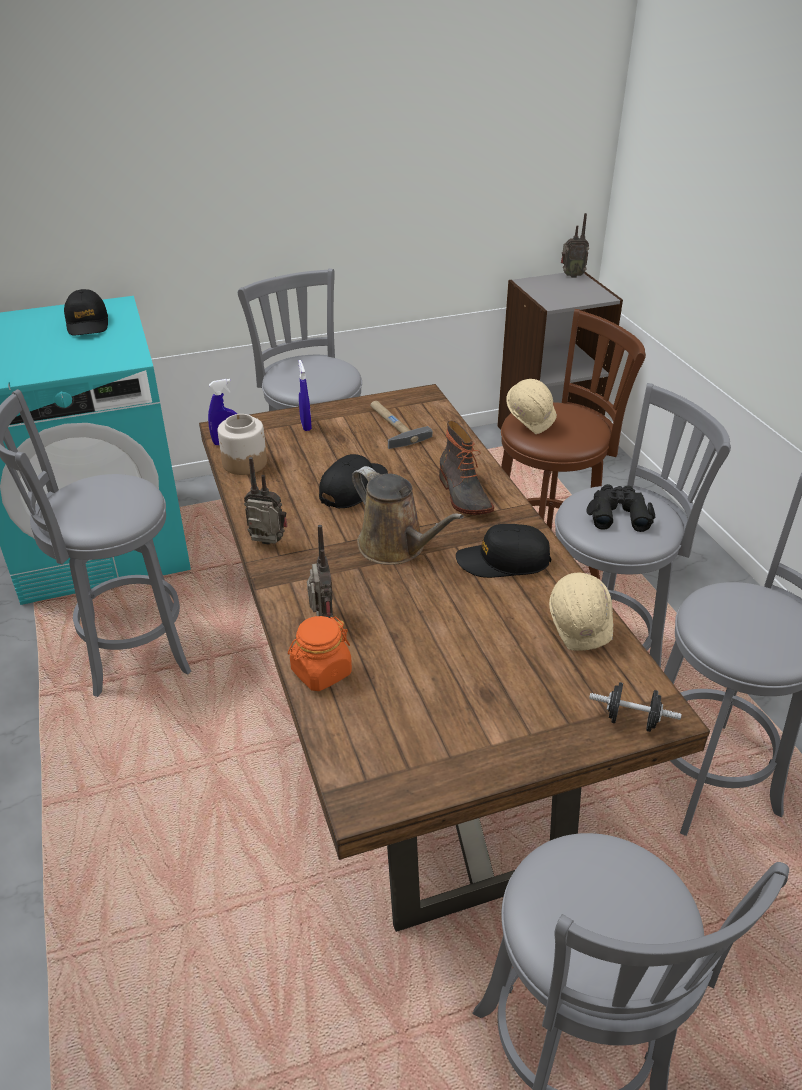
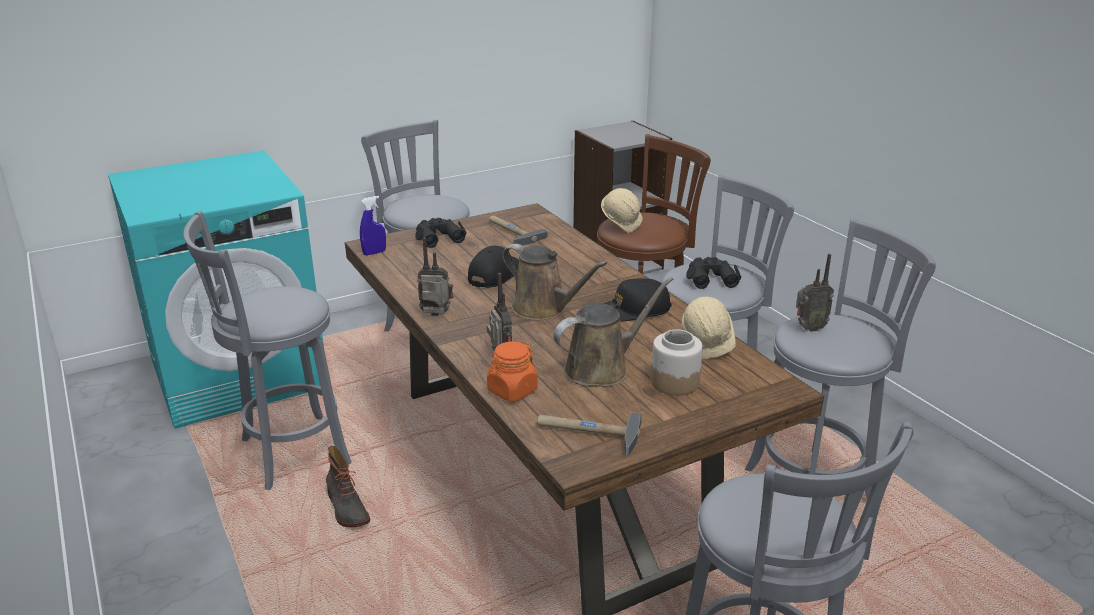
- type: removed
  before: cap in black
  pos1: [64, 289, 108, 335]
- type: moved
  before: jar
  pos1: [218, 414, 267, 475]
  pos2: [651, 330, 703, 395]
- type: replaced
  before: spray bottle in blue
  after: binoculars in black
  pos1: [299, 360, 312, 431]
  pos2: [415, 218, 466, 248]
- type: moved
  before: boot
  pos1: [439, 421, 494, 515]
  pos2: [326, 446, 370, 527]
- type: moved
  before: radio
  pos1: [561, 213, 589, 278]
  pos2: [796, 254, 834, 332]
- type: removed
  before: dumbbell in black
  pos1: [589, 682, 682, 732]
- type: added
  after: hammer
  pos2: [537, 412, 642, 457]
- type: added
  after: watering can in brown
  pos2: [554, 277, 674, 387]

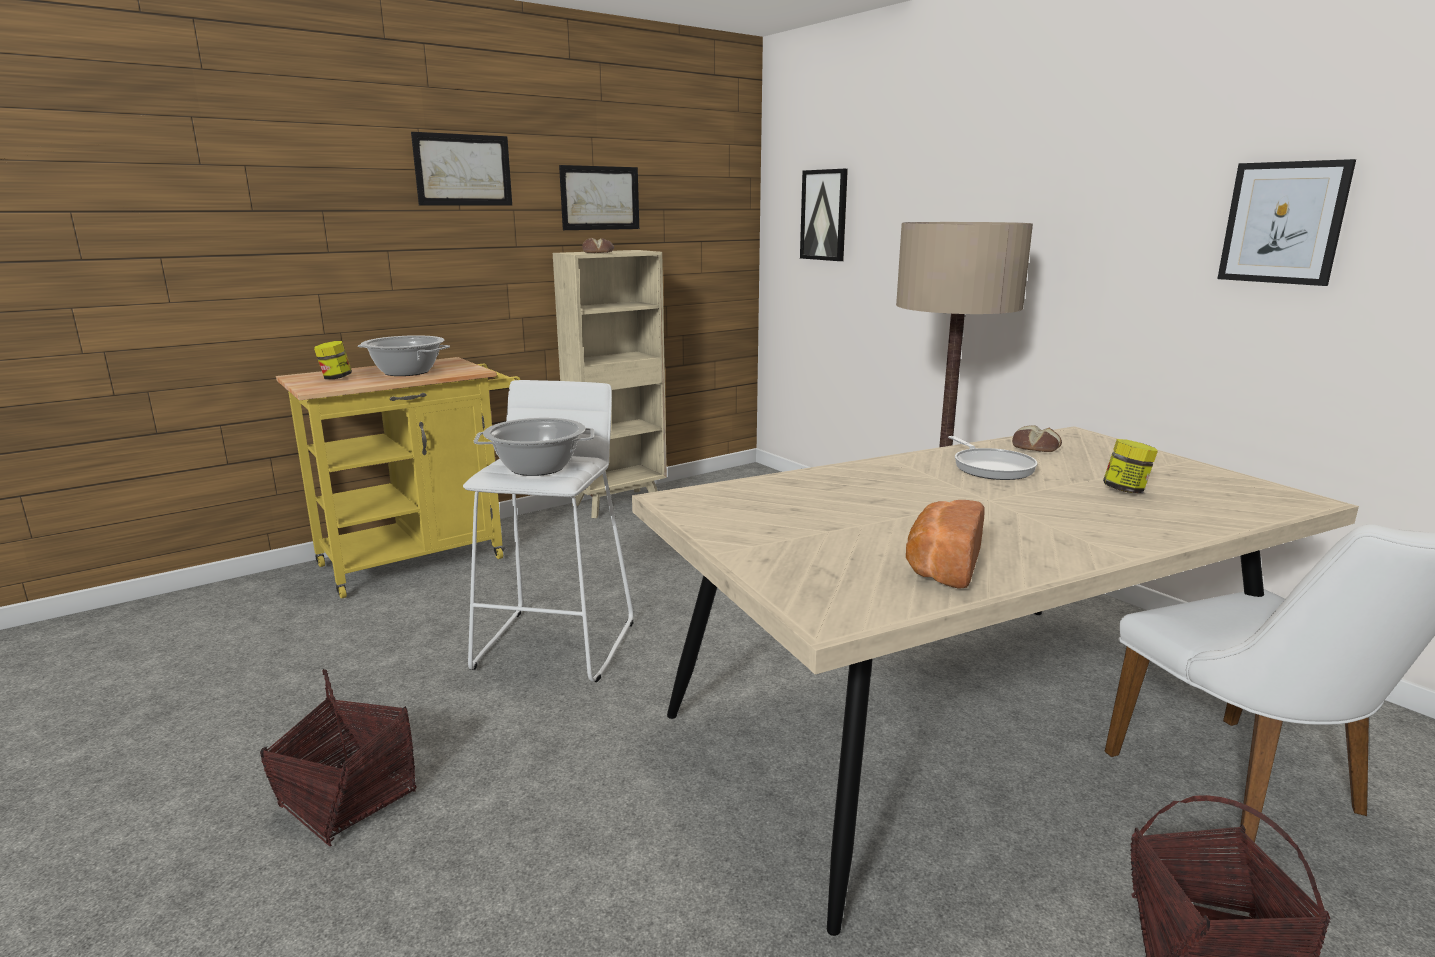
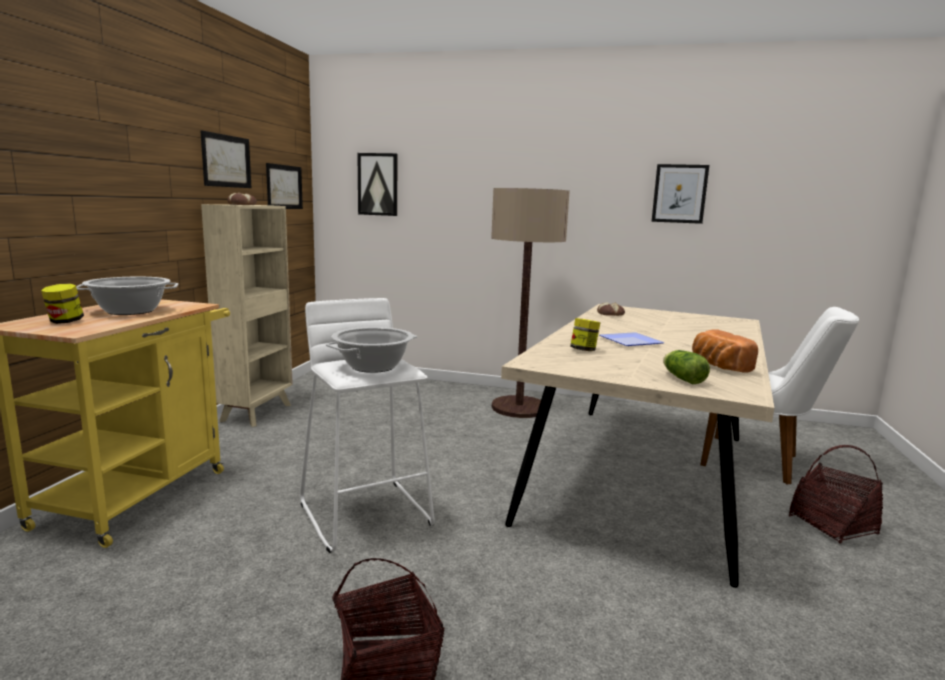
- type: moved
  before: picture
  pos1: [411, 132, 512, 205]
  pos2: [266, 163, 303, 209]
- type: removed
  before: frying pan
  pos1: [948, 436, 1037, 480]
- type: moved
  before: jar
  pos1: [1103, 439, 1158, 493]
  pos2: [570, 318, 601, 351]
- type: added
  after: plate
  pos2: [599, 332, 664, 346]
- type: added
  after: lettuce
  pos2: [663, 350, 710, 384]

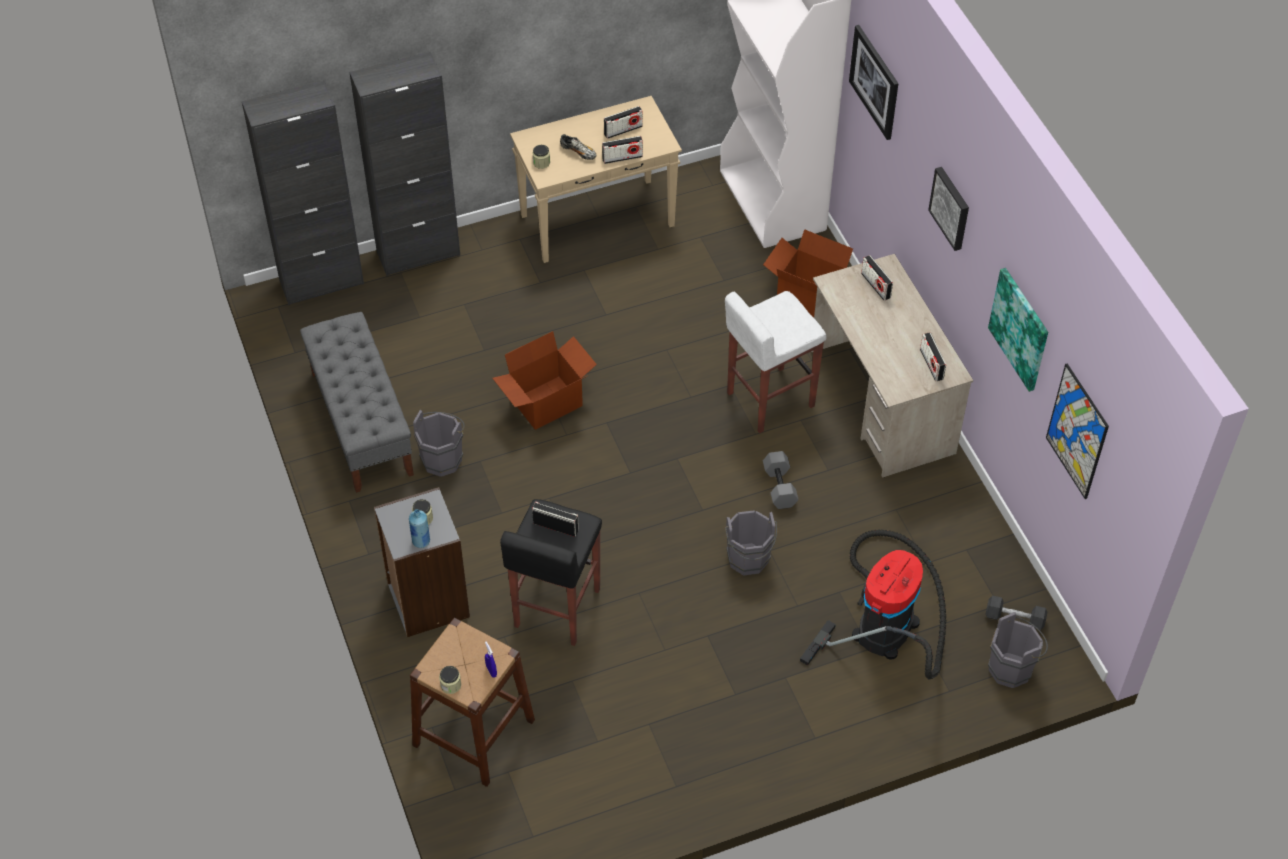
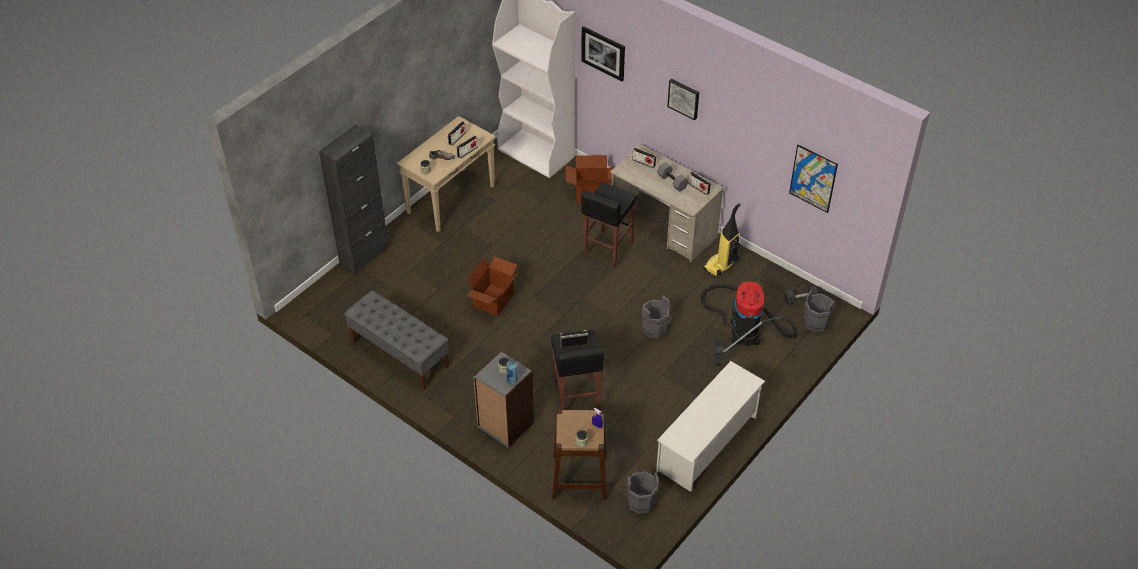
- type: removed
  before: cabinet in black
  pos1: [242, 80, 364, 305]
- type: moved
  before: bucket in grey
  pos1: [413, 410, 465, 477]
  pos2: [625, 471, 659, 514]
- type: recoloured
  before: stool in white
  after: stool in black
  pos1: [725, 291, 827, 433]
  pos2: [581, 183, 637, 268]
- type: moved
  before: dumbbell in grey
  pos1: [763, 451, 799, 509]
  pos2: [657, 162, 689, 192]
- type: removed
  before: picture
  pos1: [988, 268, 1048, 392]
- type: added
  after: shoe rack in white
  pos2: [656, 361, 765, 492]
- type: added
  after: vacuum cleaner
  pos2: [703, 203, 741, 277]

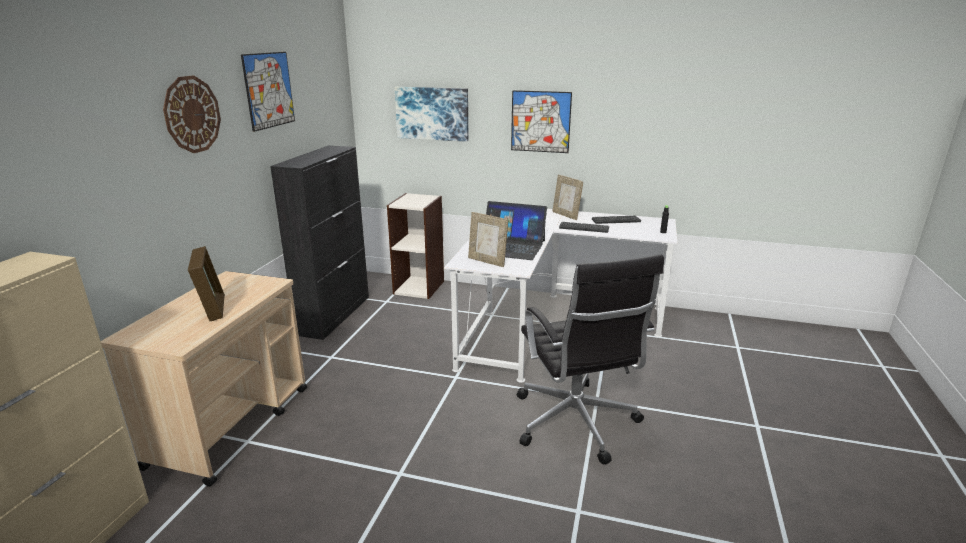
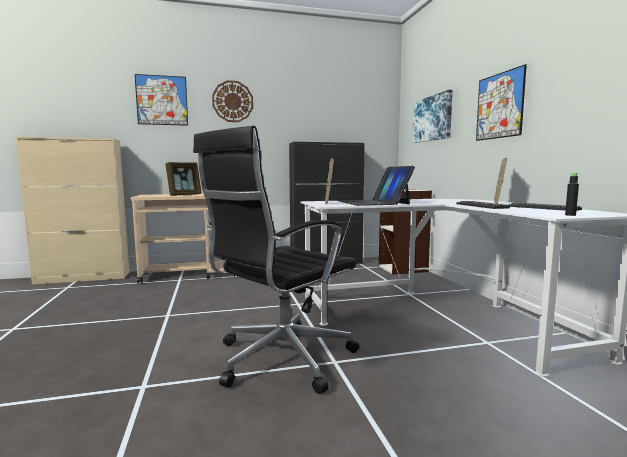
- type: moved
  before: picture
  pos1: [241, 52, 295, 132]
  pos2: [135, 74, 188, 126]

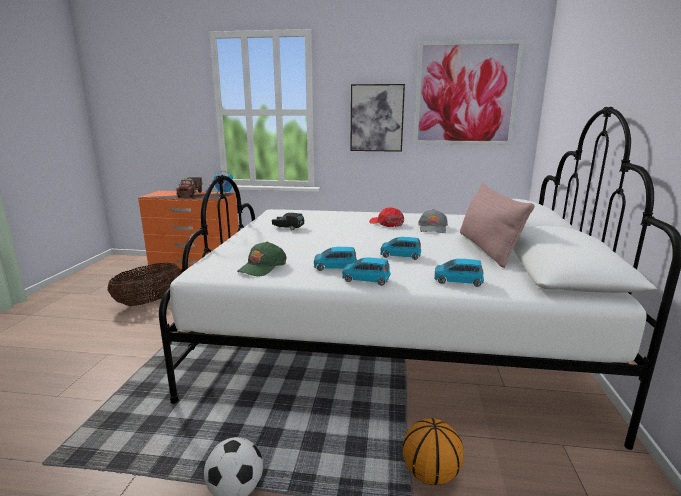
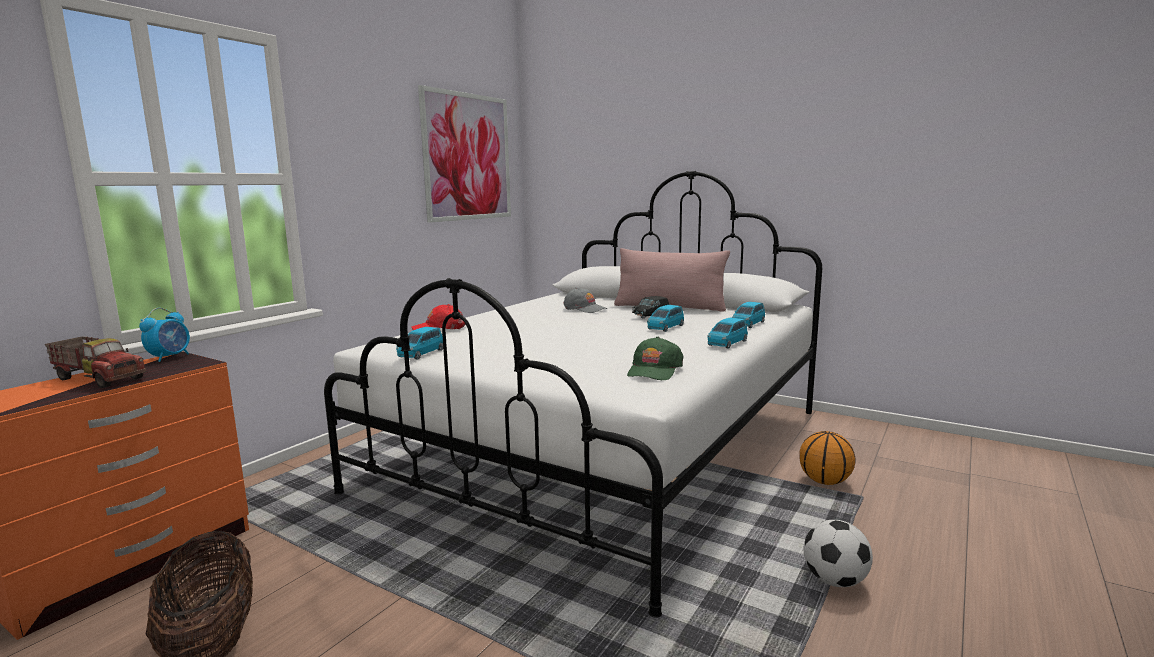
- type: turned
  before: cap in green
  pos1: [237, 242, 287, 277]
  pos2: [627, 337, 683, 380]
  turn: 60
- type: moved
  before: toy car in black
  pos1: [272, 213, 304, 230]
  pos2: [632, 296, 669, 319]
- type: moved
  before: toy car in blue
  pos1: [314, 247, 357, 271]
  pos2: [396, 327, 443, 359]
- type: removed
  before: picture
  pos1: [350, 84, 405, 152]
- type: moved
  before: cap in red
  pos1: [369, 207, 404, 227]
  pos2: [411, 304, 466, 330]

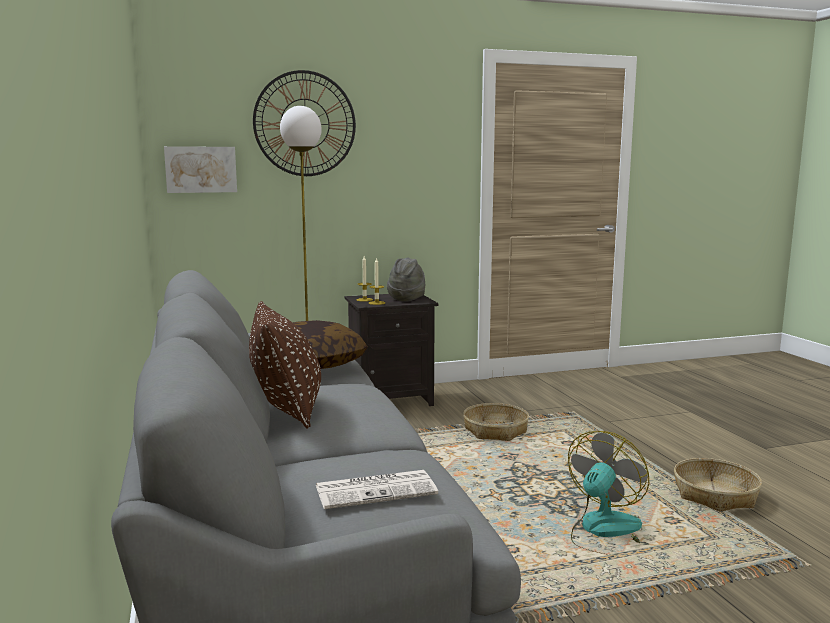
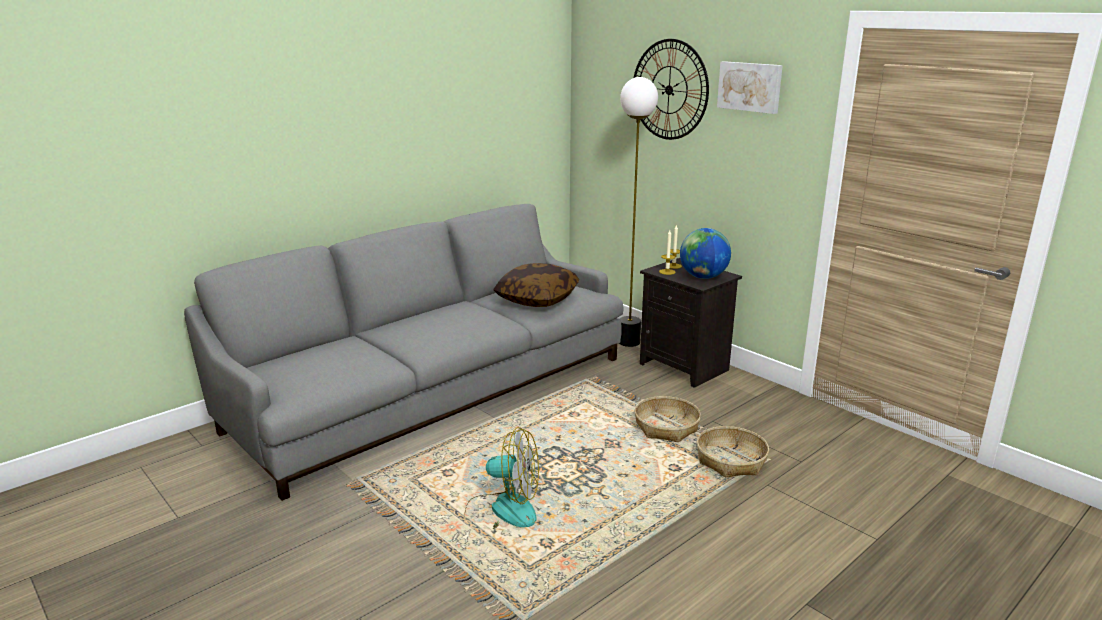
- type: moved
  before: picture
  pos1: [164, 146, 237, 193]
  pos2: [717, 61, 783, 114]
- type: removed
  before: pillow in brown
  pos1: [249, 301, 321, 428]
- type: removed
  before: newspaper
  pos1: [316, 470, 438, 509]
- type: replaced
  before: hat in grey
  after: globe
  pos1: [387, 257, 425, 302]
  pos2: [680, 228, 731, 279]
- type: moved
  before: basket
  pos1: [674, 458, 762, 511]
  pos2: [697, 426, 769, 477]

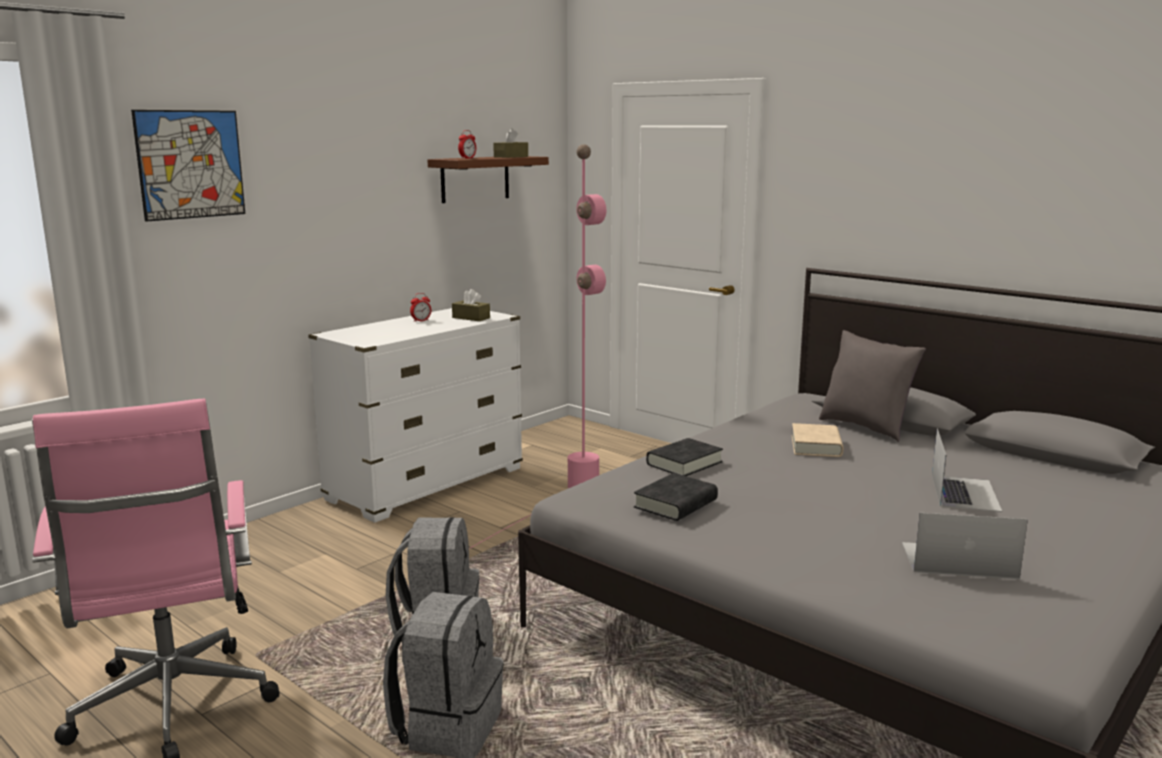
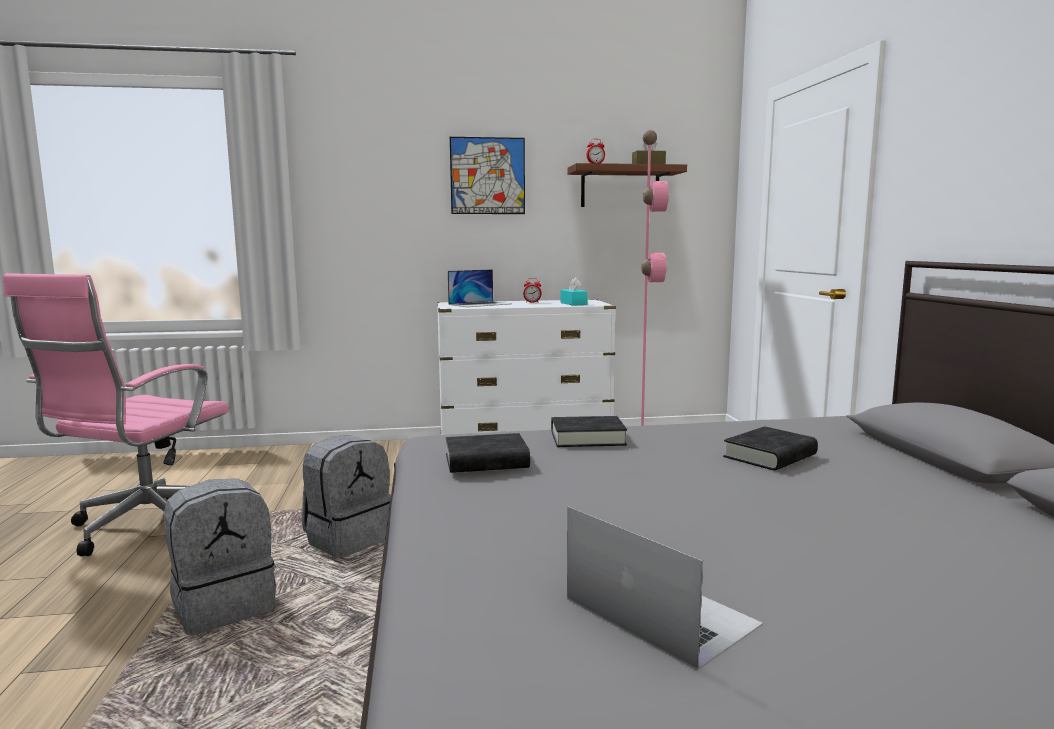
- type: moved
  before: picture
  pos1: [131, 110, 245, 222]
  pos2: [450, 137, 525, 214]
- type: recoloured
  before: tissue box in brown
  after: tissue box in turquoise
  pos1: [452, 289, 490, 321]
  pos2: [561, 277, 588, 306]
- type: recoloured
  before: book in beige
  after: book in black
  pos1: [792, 423, 843, 457]
  pos2: [723, 426, 818, 471]
- type: removed
  before: pillow in grey
  pos1: [819, 330, 926, 442]
- type: moved
  before: laptop
  pos1: [932, 428, 1002, 512]
  pos2: [448, 269, 511, 307]

